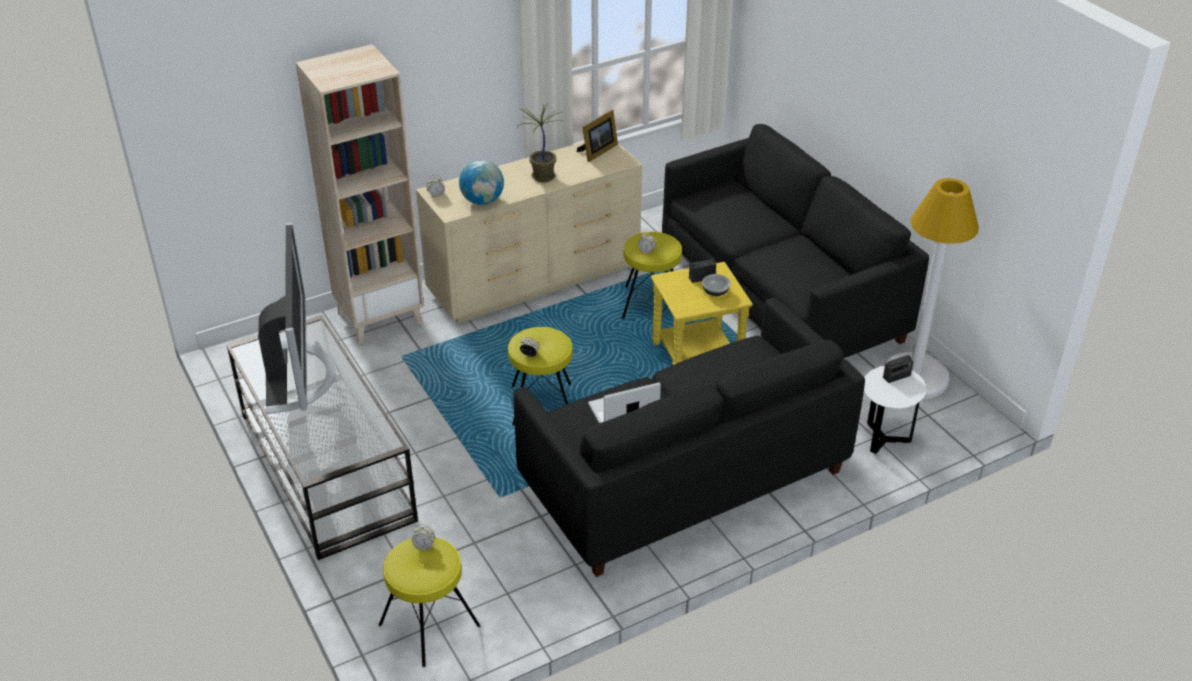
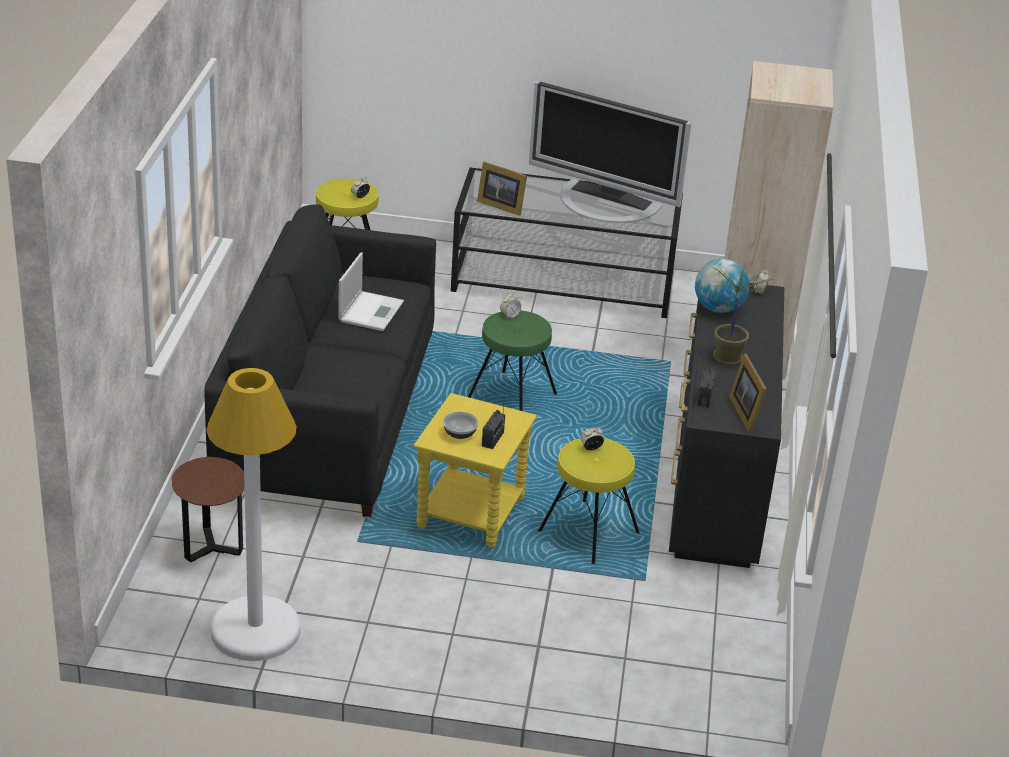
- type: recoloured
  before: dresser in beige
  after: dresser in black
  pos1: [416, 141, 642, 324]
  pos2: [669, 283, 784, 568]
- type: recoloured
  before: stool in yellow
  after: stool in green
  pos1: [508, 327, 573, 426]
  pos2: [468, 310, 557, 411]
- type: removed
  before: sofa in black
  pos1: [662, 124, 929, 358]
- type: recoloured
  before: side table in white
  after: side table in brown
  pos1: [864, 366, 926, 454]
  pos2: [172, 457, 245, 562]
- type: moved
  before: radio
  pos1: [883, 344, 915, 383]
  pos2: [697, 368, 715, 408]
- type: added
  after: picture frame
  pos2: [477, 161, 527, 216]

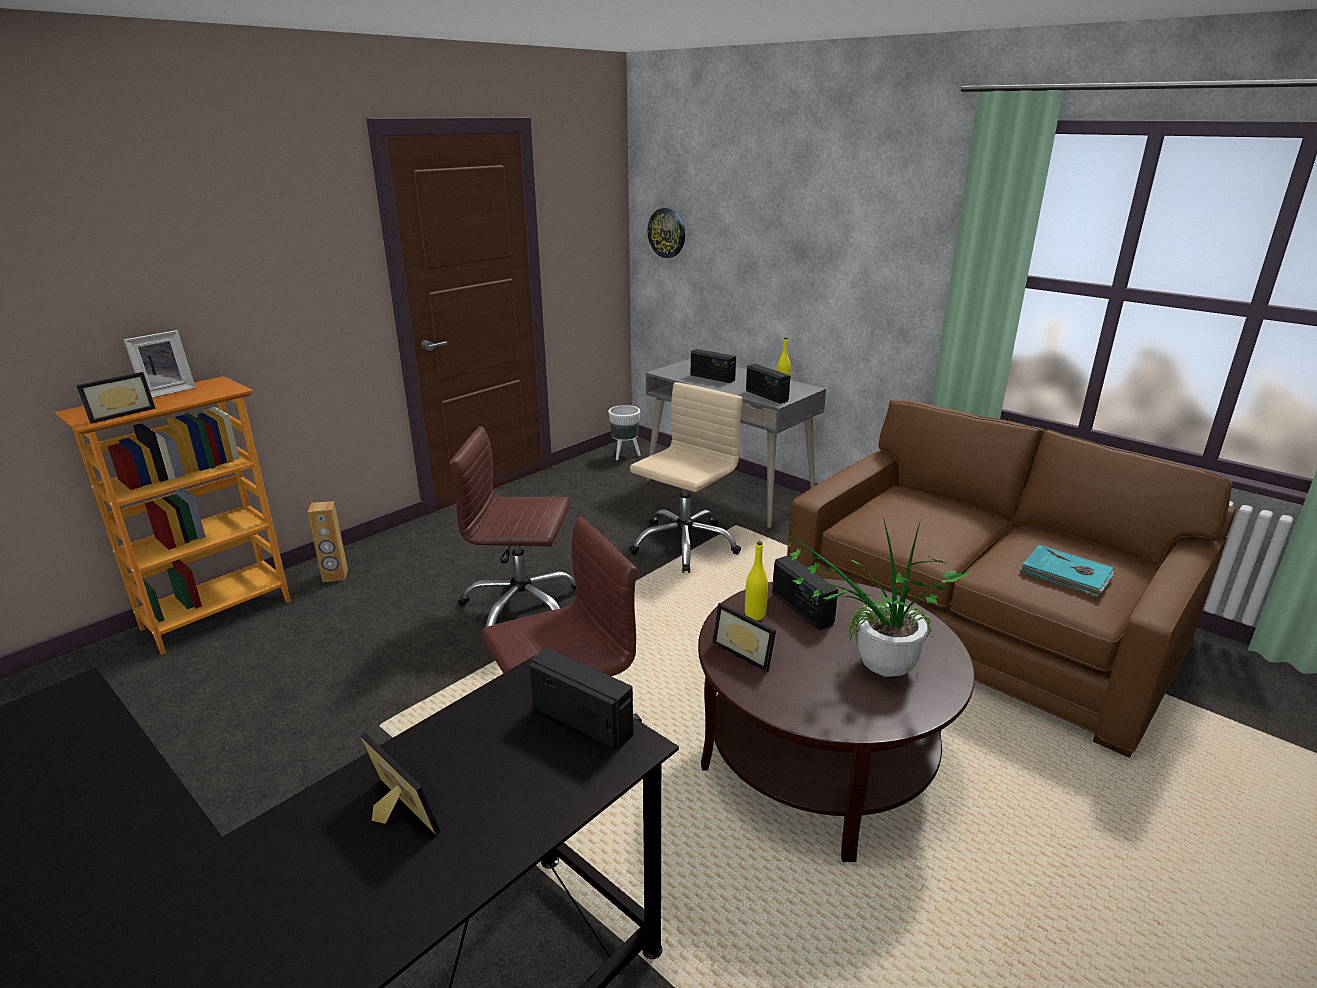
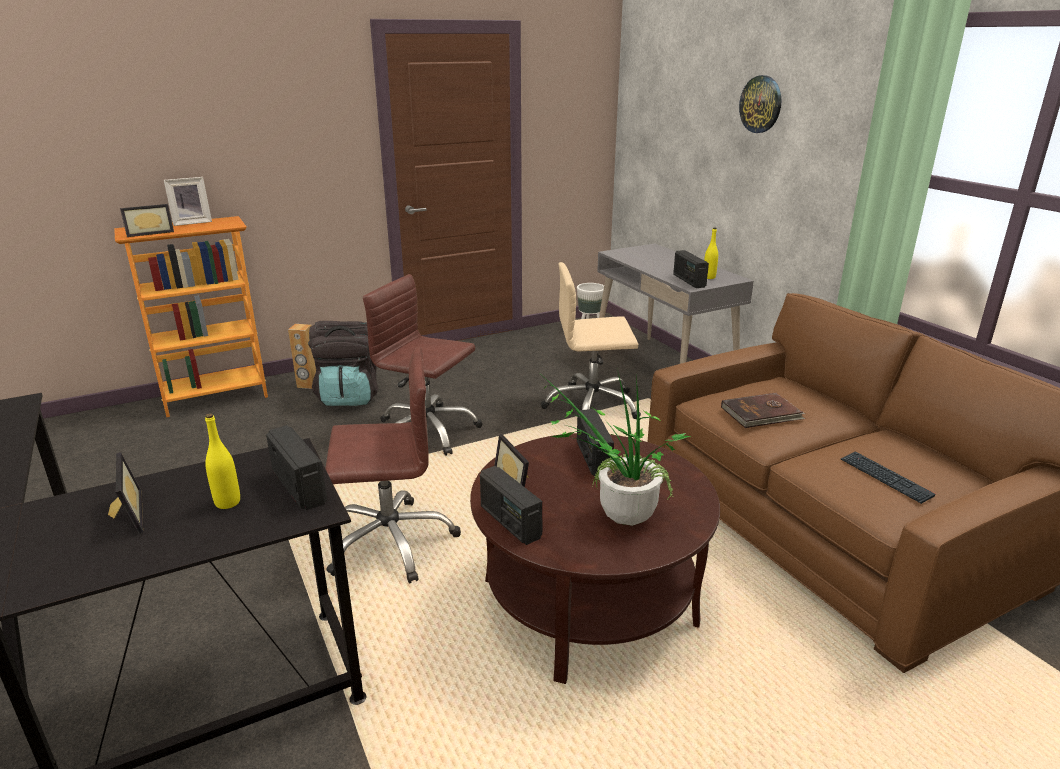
- type: turned
  before: office chair in beige
  pos1: [629, 382, 743, 573]
  pos2: [541, 262, 641, 419]
  turn: -150
- type: moved
  before: wall clock
  pos1: [647, 208, 685, 258]
  pos2: [739, 75, 781, 133]
- type: moved
  before: radio
  pos1: [691, 349, 736, 383]
  pos2: [480, 466, 543, 545]
- type: moved
  before: bottle in yellow
  pos1: [745, 541, 768, 621]
  pos2: [205, 413, 240, 509]
- type: replaced
  before: book in turquoise
  after: keyboard
  pos1: [1020, 545, 1115, 597]
  pos2: [841, 452, 936, 504]
- type: added
  after: backpack in black
  pos2: [308, 321, 378, 406]
- type: added
  after: book in brown
  pos2: [721, 393, 805, 428]

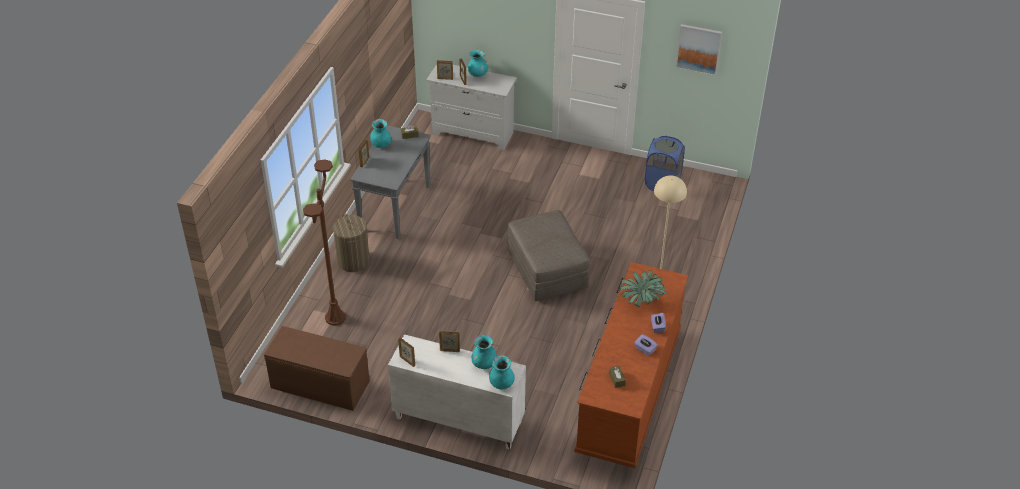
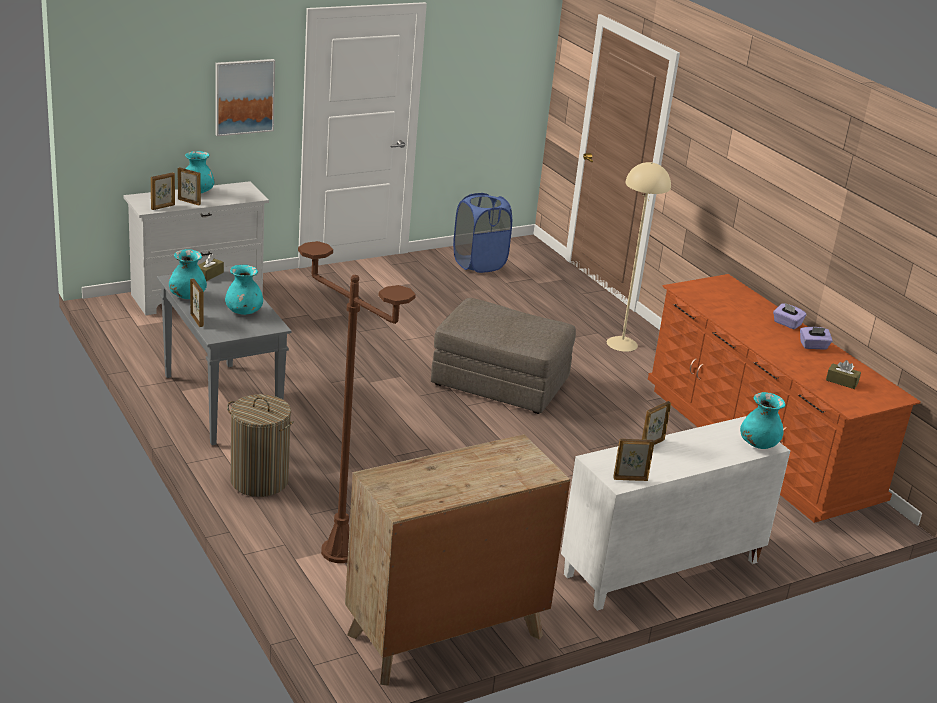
- type: replaced
  before: bench in brown
  after: dresser in brown
  pos1: [264, 326, 370, 411]
  pos2: [345, 434, 570, 686]
- type: moved
  before: vase in turquoise
  pos1: [472, 335, 497, 369]
  pos2: [225, 265, 263, 315]
- type: removed
  before: potted plant
  pos1: [619, 270, 668, 307]
- type: moved
  before: picture
  pos1: [676, 24, 722, 76]
  pos2: [215, 59, 275, 136]

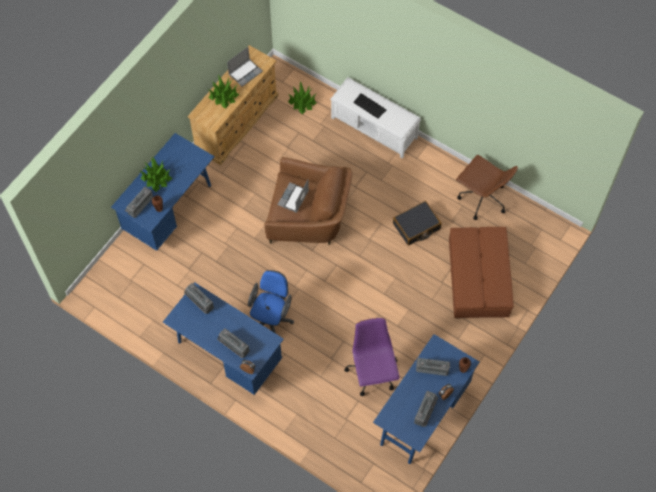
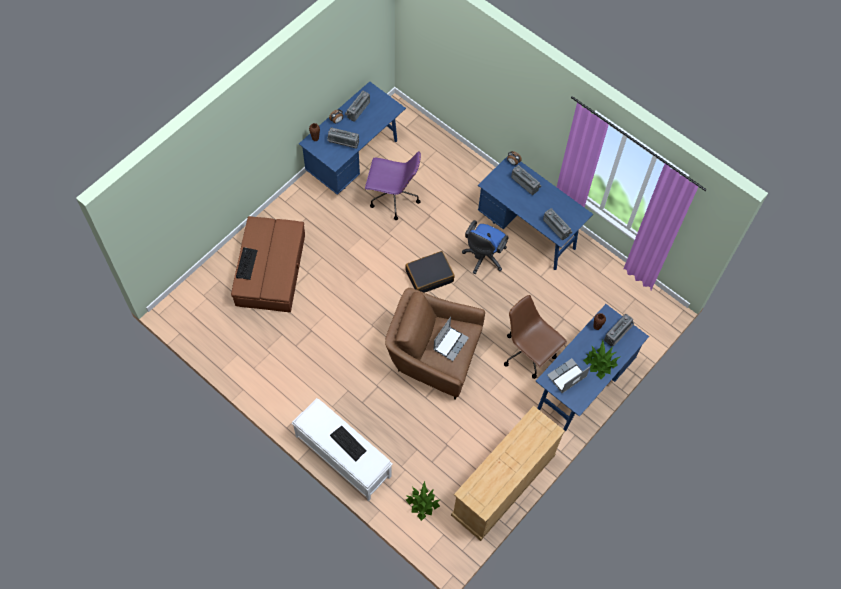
- type: removed
  before: potted plant
  pos1: [208, 74, 239, 109]
- type: moved
  before: laptop
  pos1: [227, 47, 263, 87]
  pos2: [547, 358, 590, 393]
- type: turned
  before: office chair in purple
  pos1: [344, 318, 400, 396]
  pos2: [365, 151, 421, 220]
  turn: -75
- type: moved
  before: suitcase in black
  pos1: [393, 201, 441, 245]
  pos2: [406, 251, 455, 293]
- type: moved
  before: office chair in brown
  pos1: [456, 155, 518, 220]
  pos2: [504, 295, 567, 379]
- type: added
  after: keyboard
  pos2: [236, 247, 258, 280]

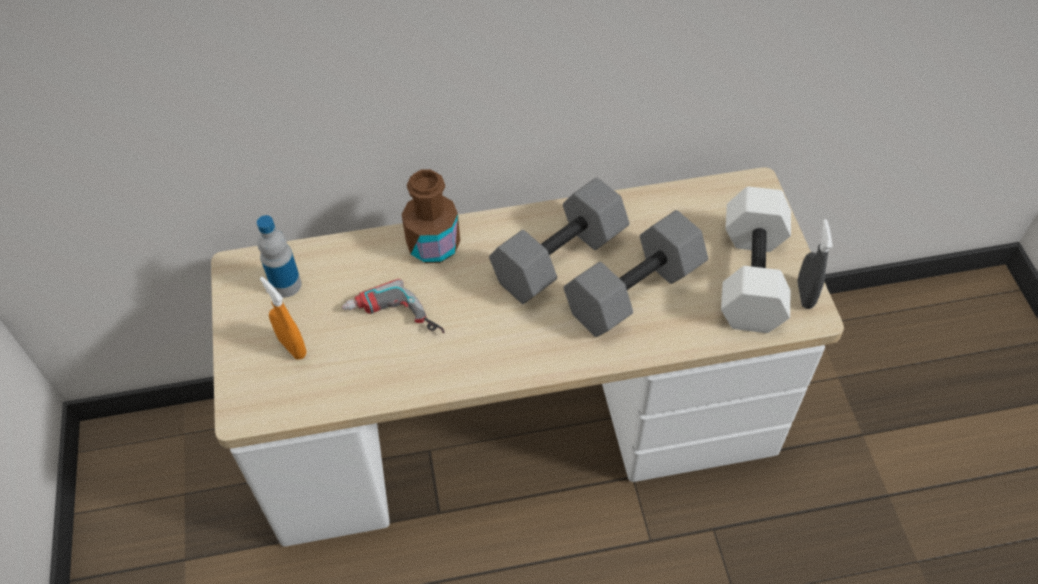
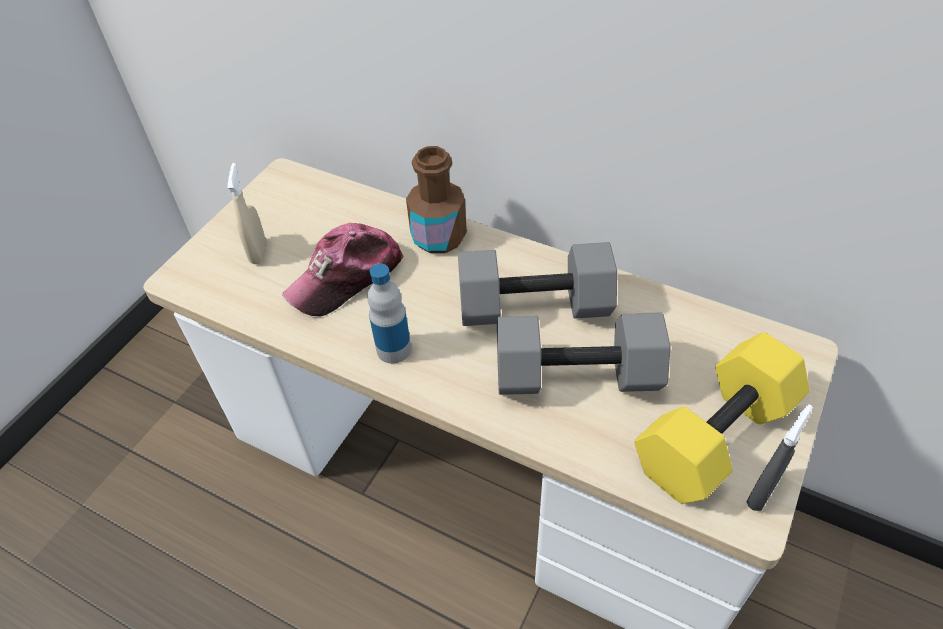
- type: moved
  before: bottle
  pos1: [257, 215, 301, 298]
  pos2: [367, 263, 411, 364]
- type: recoloured
  before: spray bottle in orange
  after: spray bottle in beige
  pos1: [260, 277, 306, 359]
  pos2: [227, 163, 266, 264]
- type: replaced
  before: power drill
  after: cap
  pos1: [342, 279, 445, 333]
  pos2: [282, 223, 404, 316]
- type: recoloured
  before: dumbbell in white
  after: dumbbell in yellow
  pos1: [721, 187, 791, 333]
  pos2: [634, 332, 810, 504]

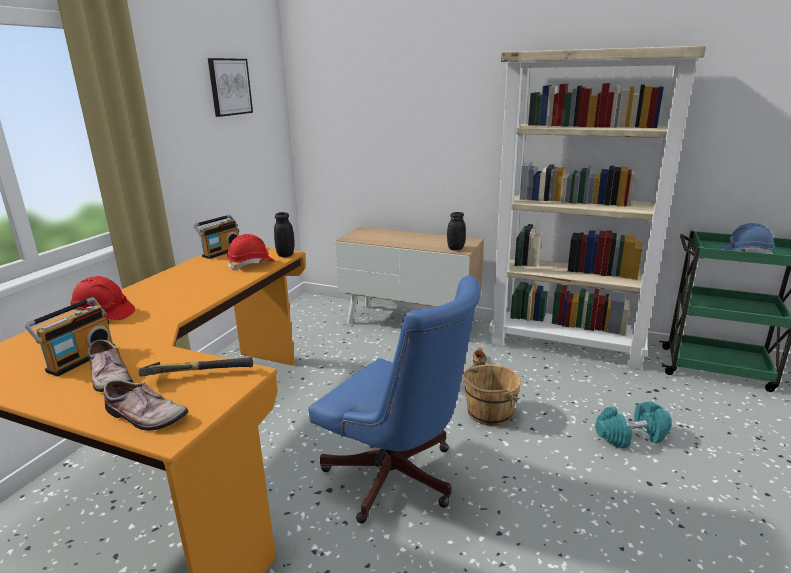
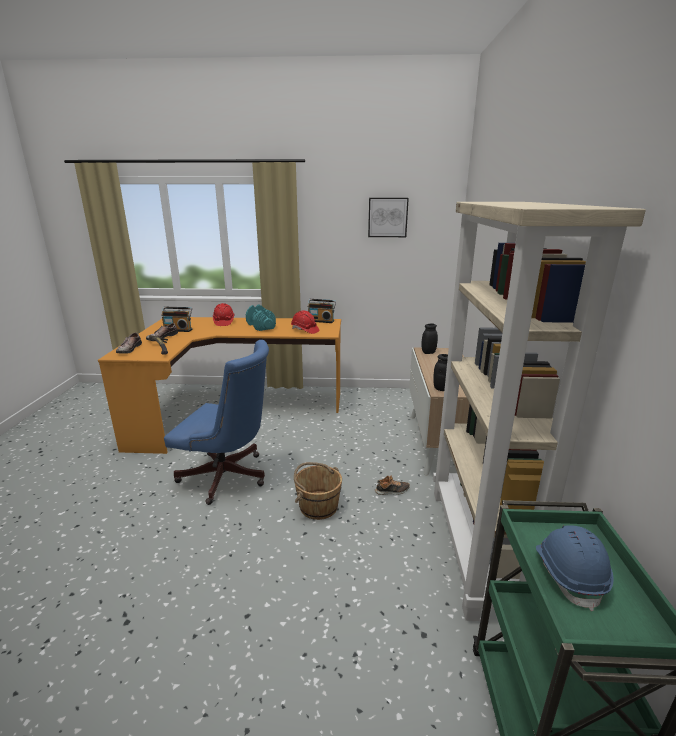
- type: moved
  before: jar in black
  pos1: [274, 212, 294, 257]
  pos2: [421, 323, 438, 354]
- type: turned
  before: office chair in blue
  pos1: [308, 276, 481, 524]
  pos2: [164, 340, 269, 505]
  turn: -90
- type: moved
  before: dumbbell in turquoise
  pos1: [595, 401, 671, 448]
  pos2: [246, 304, 276, 331]

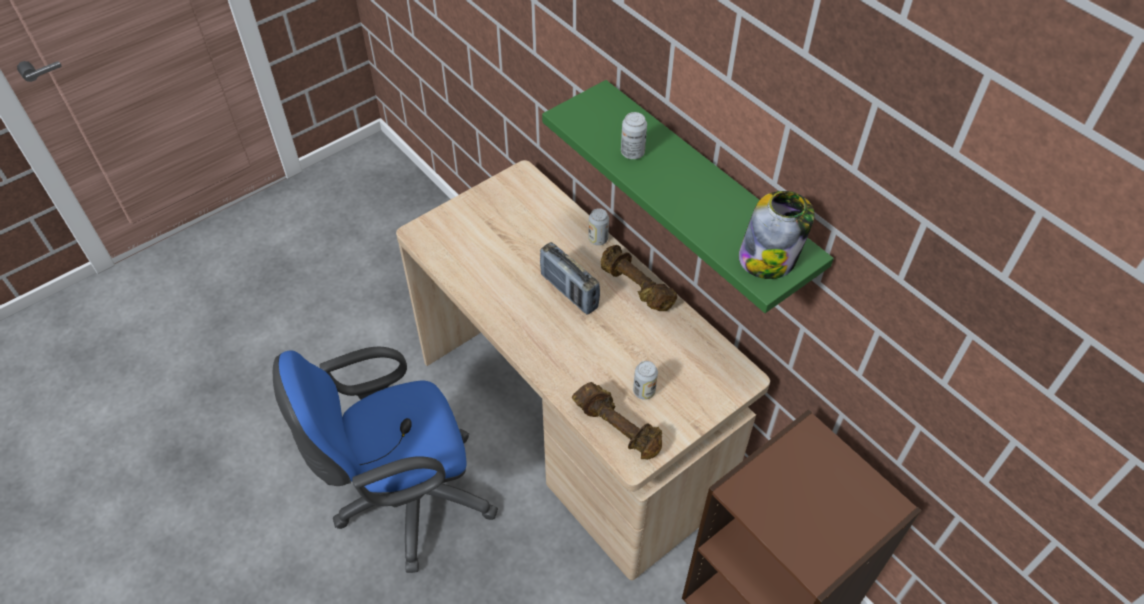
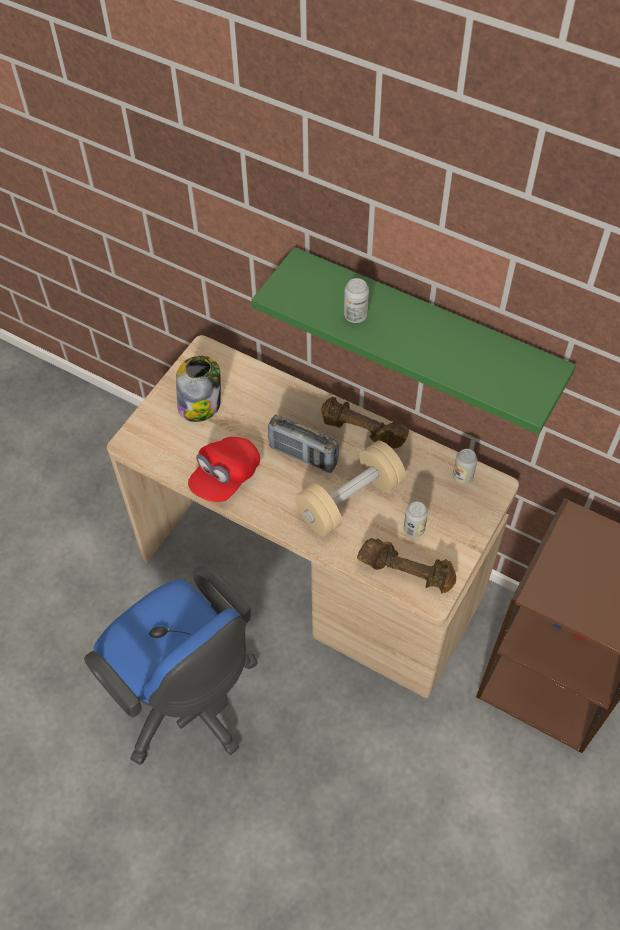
- type: turned
  before: office chair in blue
  pos1: [273, 347, 498, 573]
  pos2: [84, 565, 258, 765]
  turn: -90
- type: moved
  before: can
  pos1: [588, 208, 609, 245]
  pos2: [453, 449, 477, 485]
- type: moved
  before: jar
  pos1: [739, 191, 815, 279]
  pos2: [176, 356, 221, 422]
- type: added
  after: cap in red
  pos2: [188, 437, 260, 502]
- type: added
  after: dumbbell in beige
  pos2: [295, 441, 406, 537]

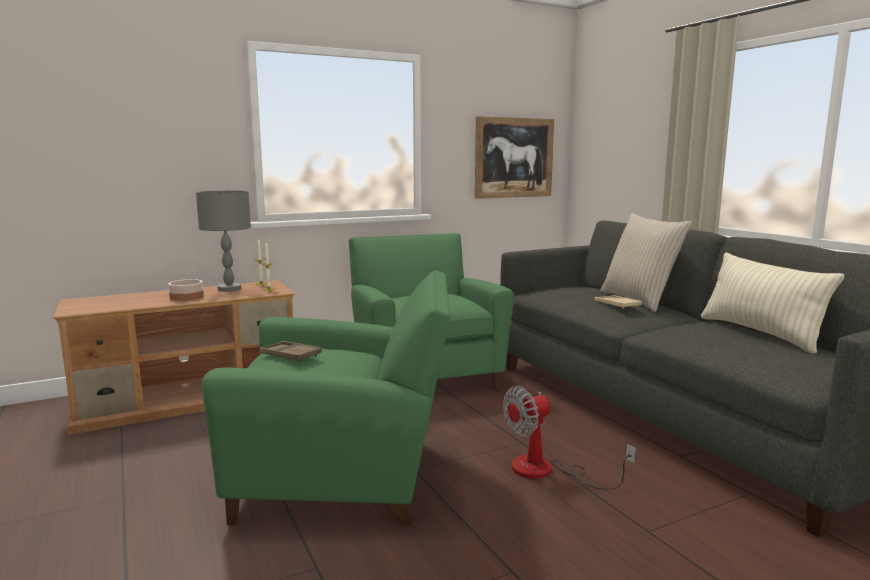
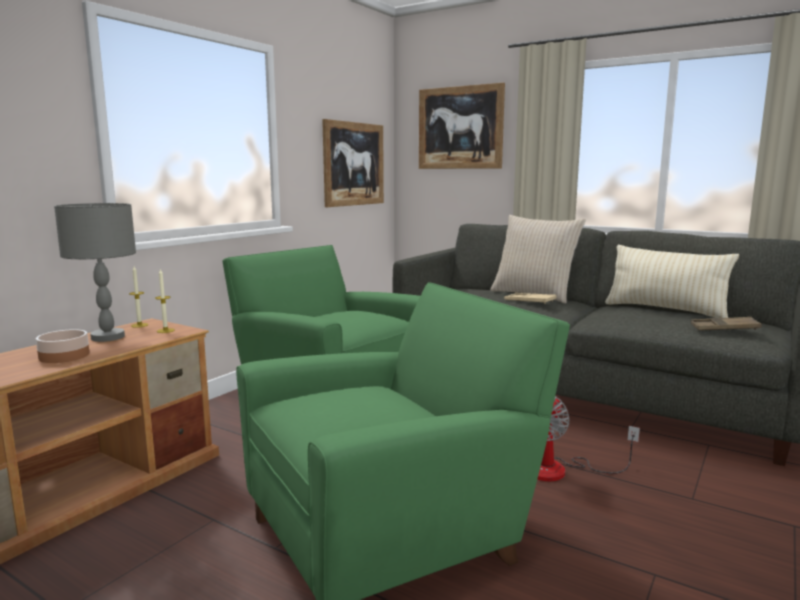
- type: moved
  before: tray in brown
  pos1: [259, 341, 322, 362]
  pos2: [691, 317, 762, 330]
- type: added
  after: picture
  pos2: [419, 82, 505, 169]

